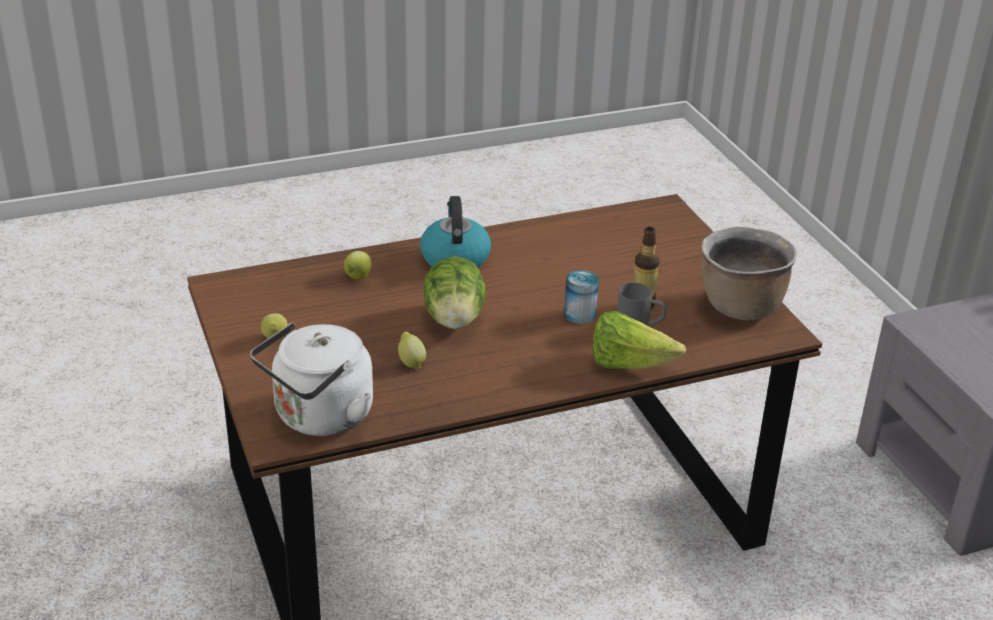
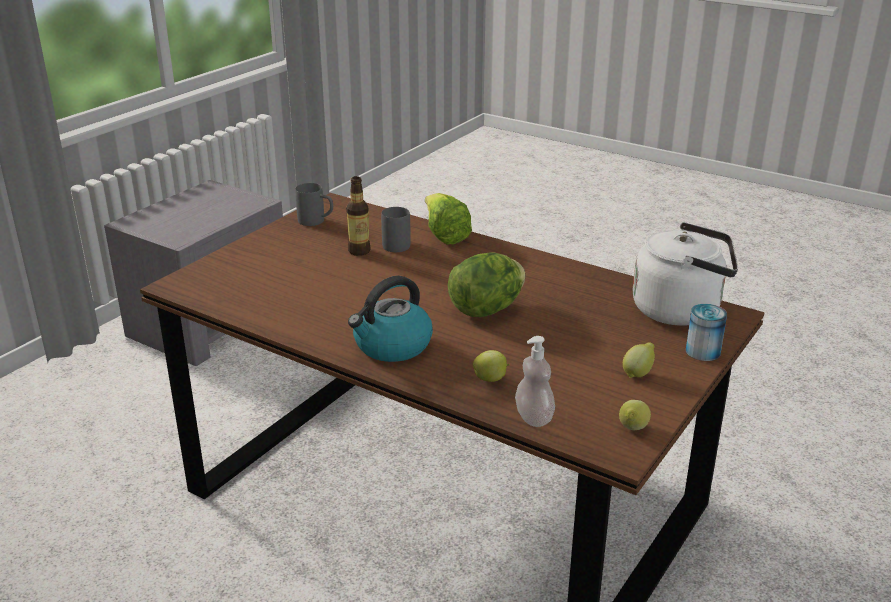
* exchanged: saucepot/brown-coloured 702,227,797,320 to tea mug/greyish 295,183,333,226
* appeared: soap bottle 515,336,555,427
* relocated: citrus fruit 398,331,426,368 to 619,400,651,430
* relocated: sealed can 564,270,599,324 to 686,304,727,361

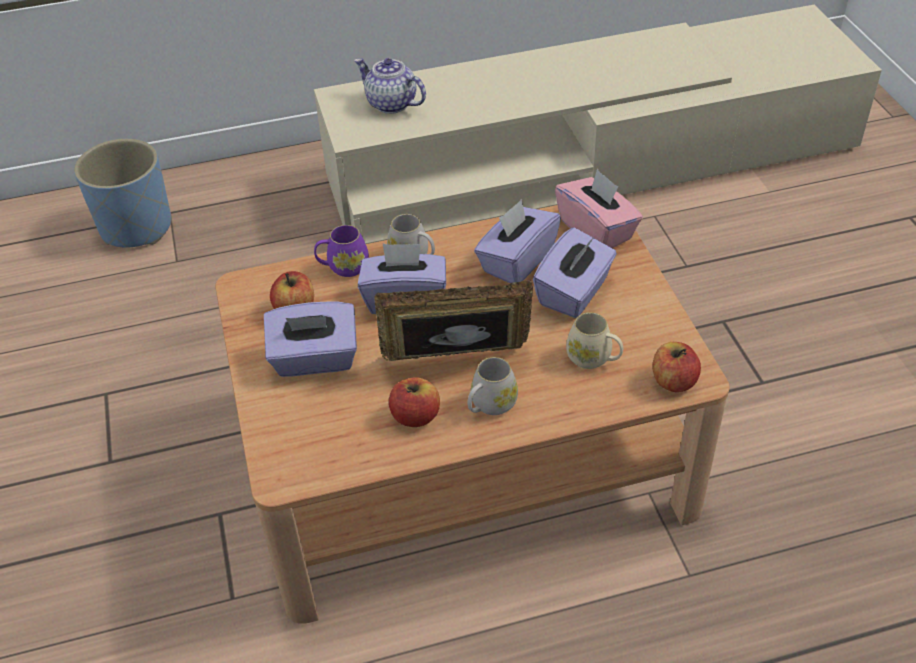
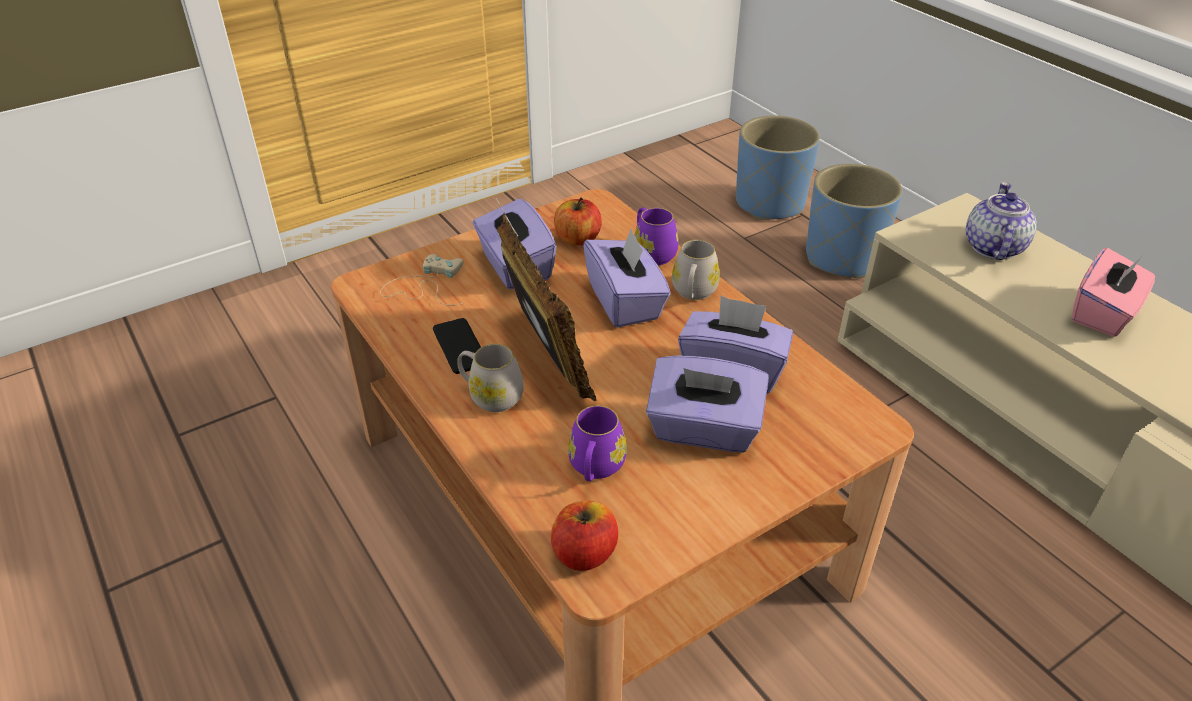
* appeared: gamepad/beige 380,254,464,306
* exchanged: apple fruit 389,377,440,427 to telephone 433,318,481,374
* colour: tea mug/beige 566,312,623,369 to tea mug/purple 568,406,627,481
* appeared: flower pot/bluish 806,164,902,278
* relocated: tissue holder/pink-coloured 555,169,643,248 to 1072,248,1155,337

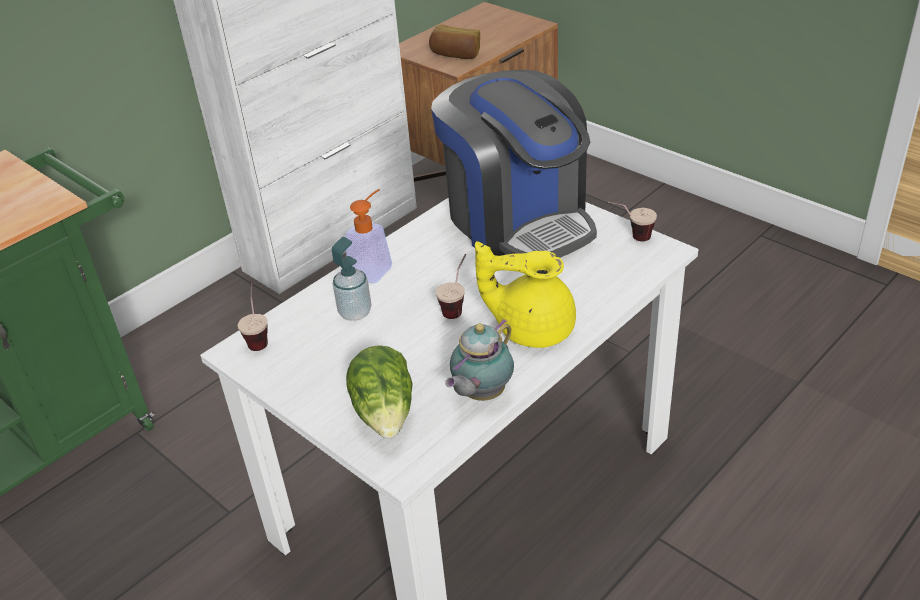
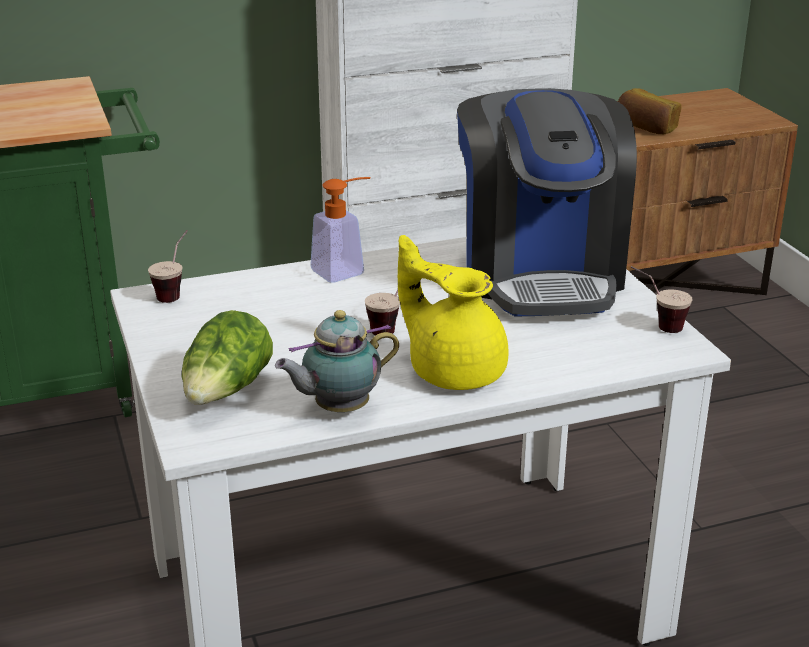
* missing: soap bottle 332,237,371,321

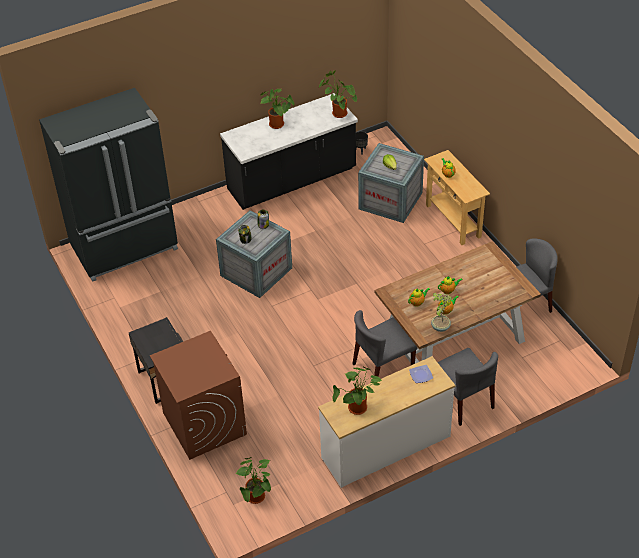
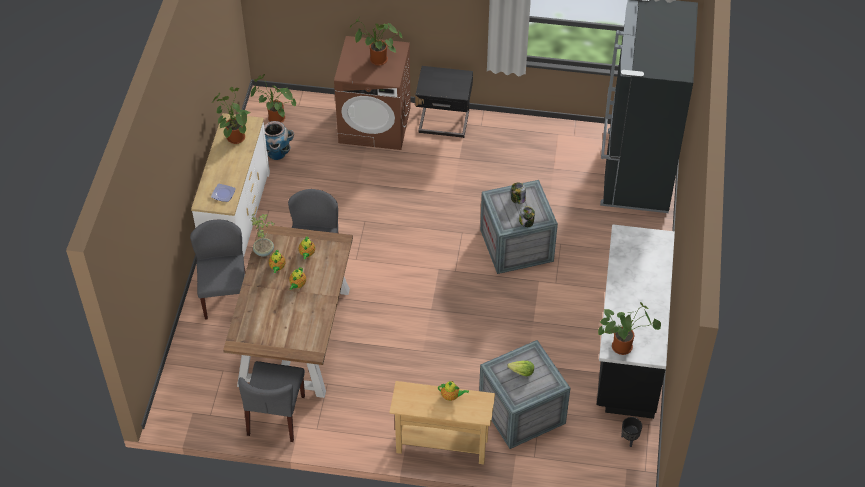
* spun: chair/greyish 437,348,498,426 = 190,220,246,320 75 degrees clockwise
* appeared: flower pot 264,121,294,160
* relocated: houseplant 260,89,295,129 to 350,16,402,66

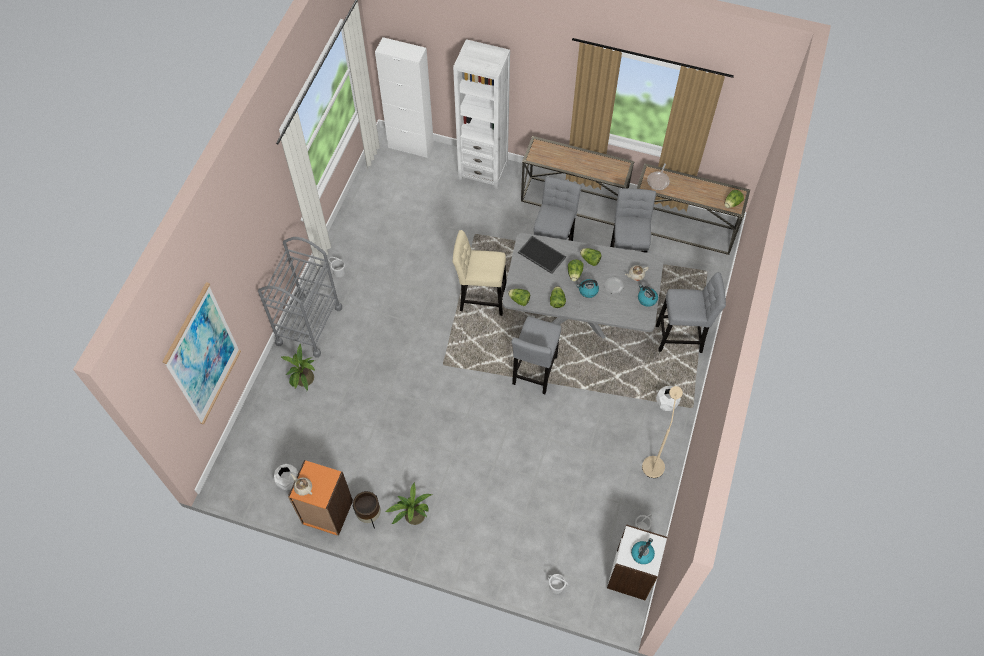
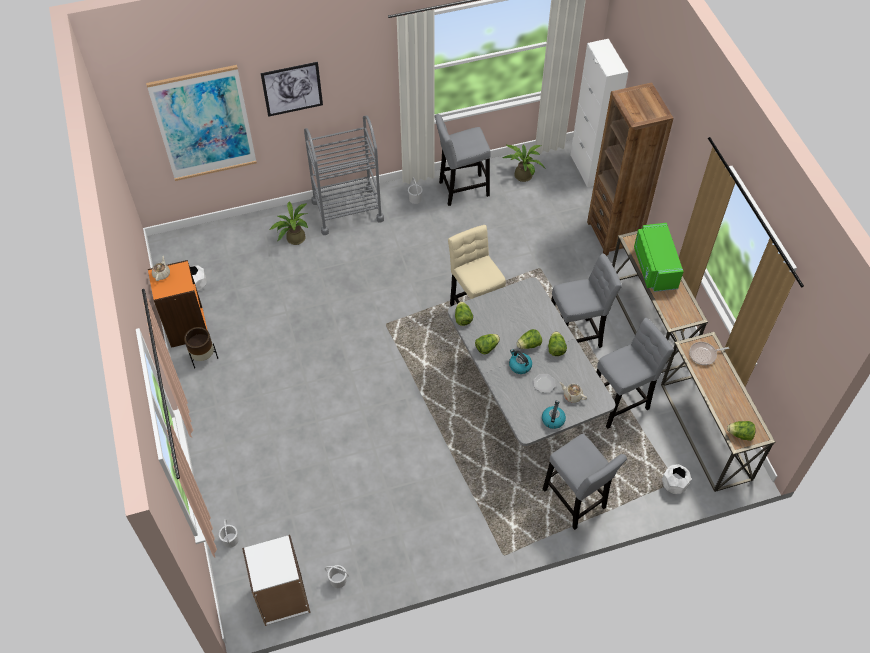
* appeared: wall art 261,62,323,117
* relocated: stool seat/greyish 511,316,561,394 to 435,114,491,206
* relocated: houseplant 386,483,432,525 to 502,144,545,182
* colour: bookcase/whitish 453,39,510,189 to bookcase/brown-coloured 587,82,674,256
* appeared: microwave/green 634,223,684,292
* relocated: flower pot/whitish 656,386,681,411 to 662,464,691,494
* missing: serving tray 518,236,566,274
* missing: kettle 631,538,655,564
* missing: standard lamp/beige 642,386,683,478

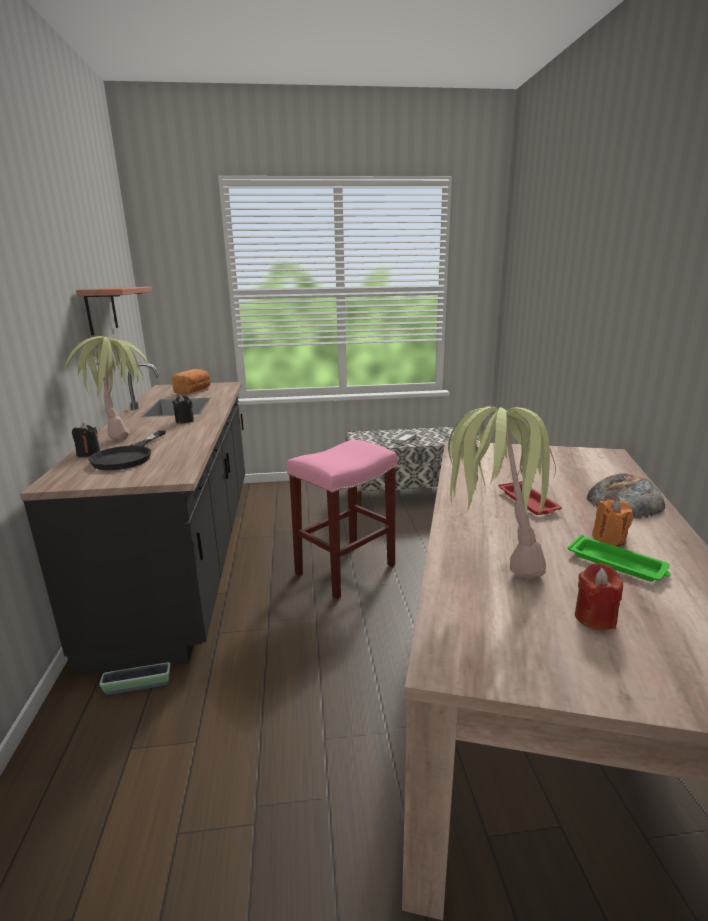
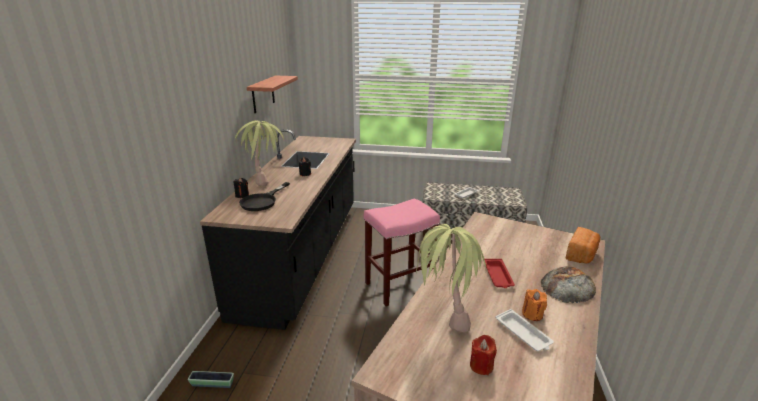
* relocated: flower pot 100,662,170,695 to 188,371,234,388
* colour: serving tray/green 568,535,671,582 to serving tray/whitish 496,309,554,351
* relocated: bread 172,369,210,394 to 566,227,600,264

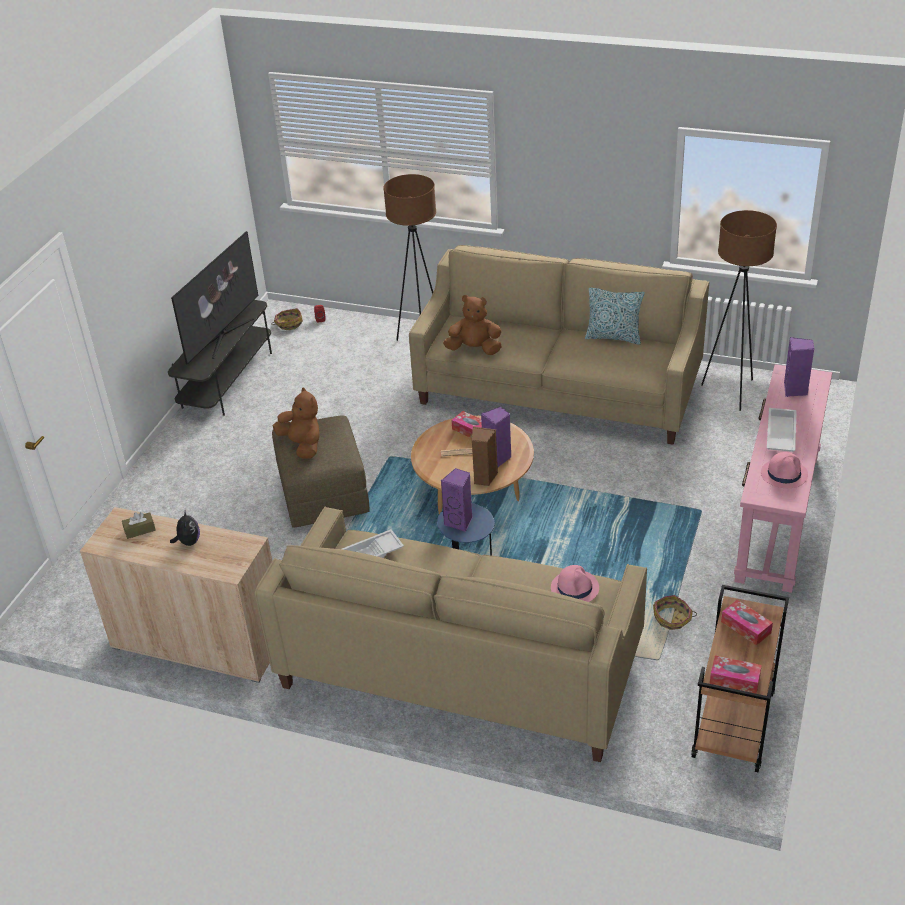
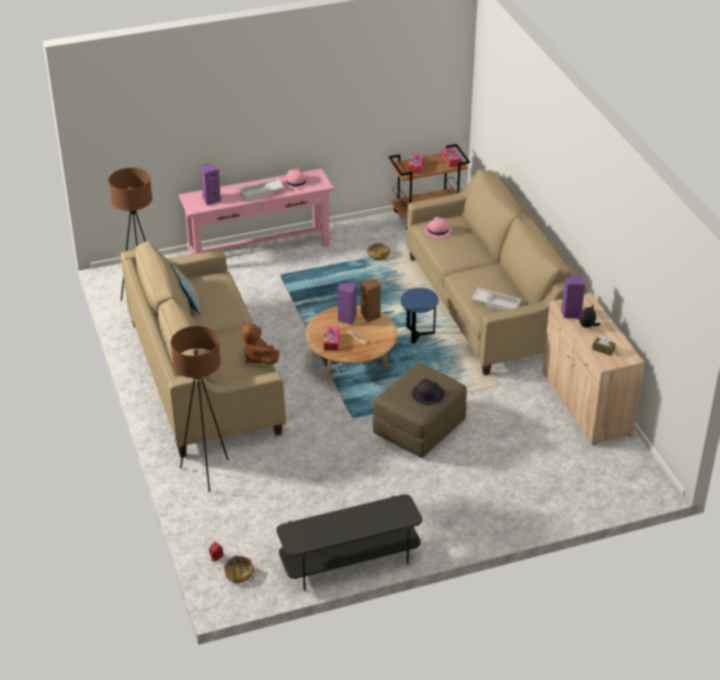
* exchanged: soft toy/brown-coloured 273,388,320,459 to clothing hat/black-coloured 412,379,444,405
* relocated: loudspeaker/purple 441,468,473,532 to 561,274,585,319
* missing: TV set 171,231,258,364

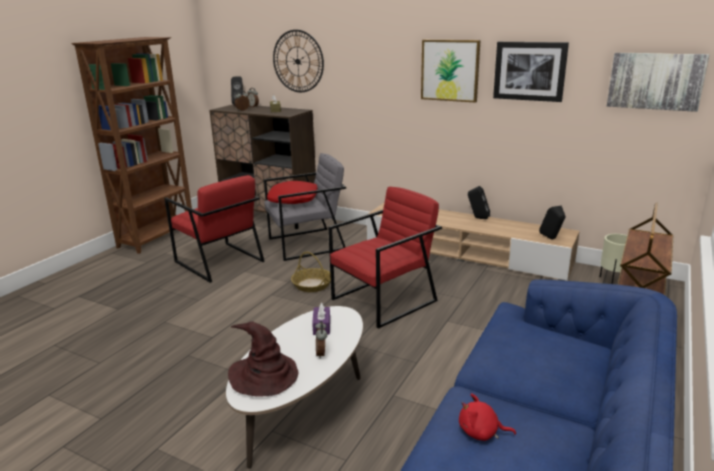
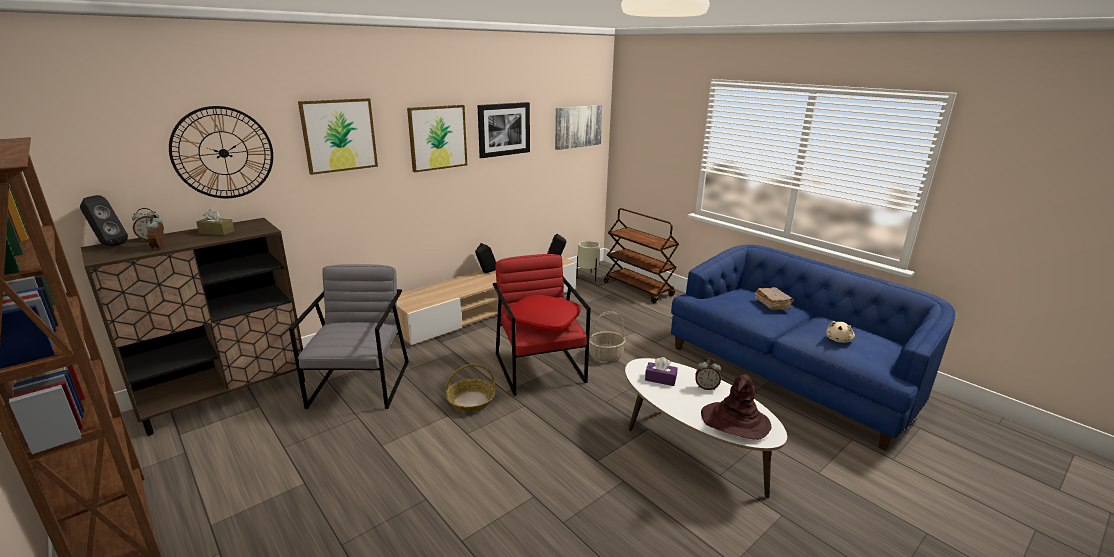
* appeared: wall art 298,98,378,175
* relocated: cushion/red 267,181,318,204 to 506,295,581,331
* appeared: basket 589,311,626,361
* appeared: bound book/brown-coloured 755,287,794,310
* colour: soft toy/red 459,393,516,441 to soft toy/beige 826,321,855,343
* missing: lounge chair/red 164,175,265,283

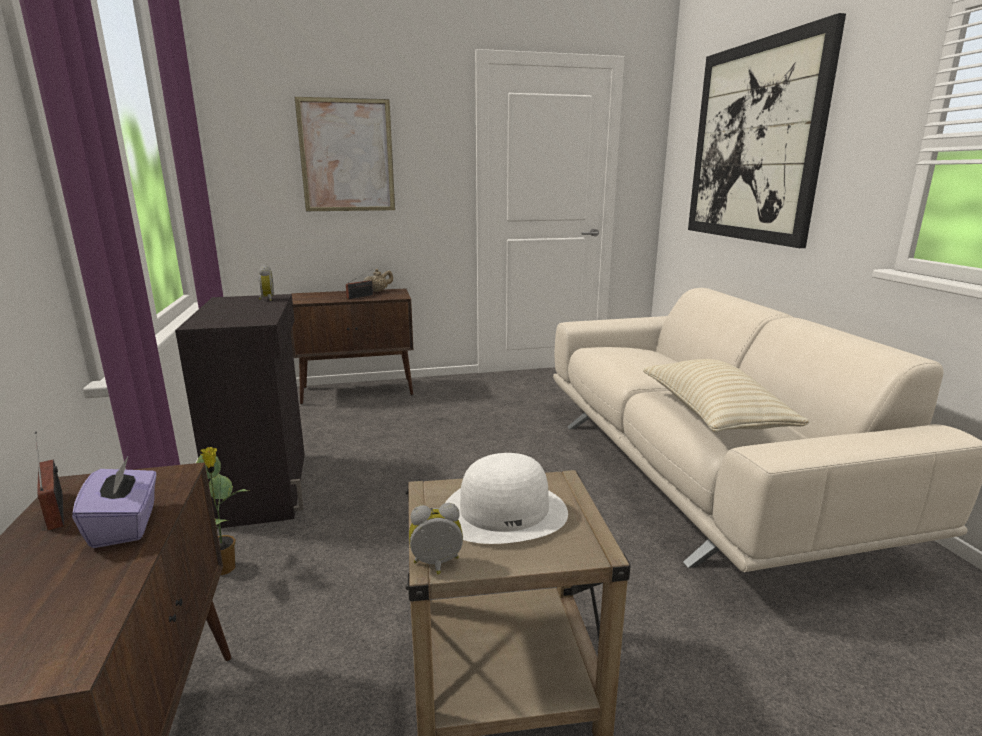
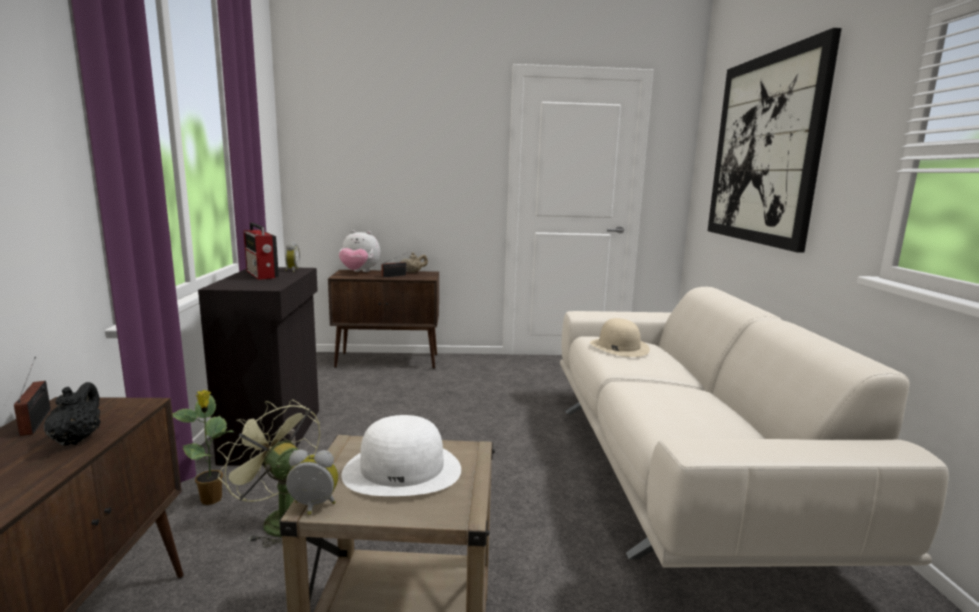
* exchanged: tissue holder/purple 72,457,157,548 to tea pot/black-coloured 44,382,101,446
* appeared: electric fan/green 217,400,320,548
* appeared: radio set 243,222,279,280
* appeared: soft toy 339,230,380,272
* appeared: clothing hat/beige 590,318,650,357
* missing: wall art 295,97,395,211
* missing: cushion/beige 643,359,809,432

